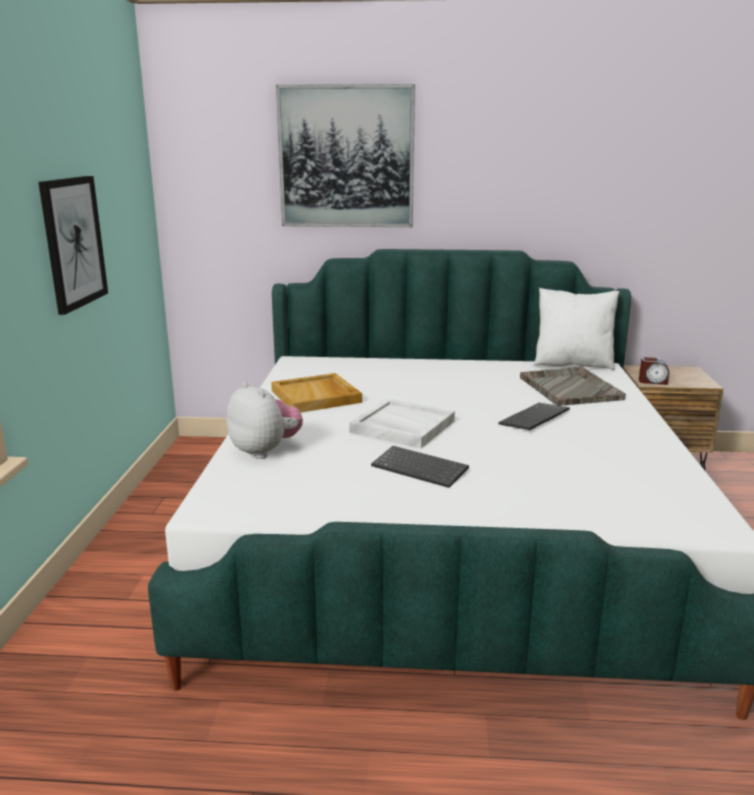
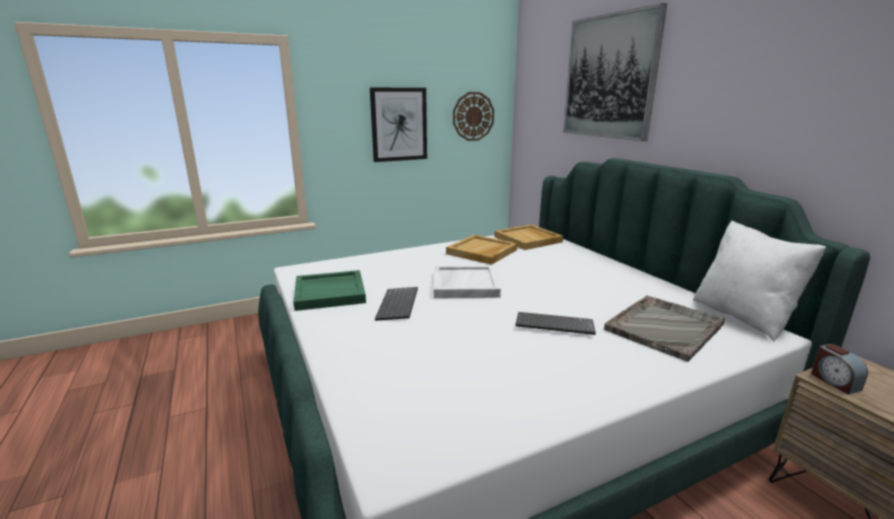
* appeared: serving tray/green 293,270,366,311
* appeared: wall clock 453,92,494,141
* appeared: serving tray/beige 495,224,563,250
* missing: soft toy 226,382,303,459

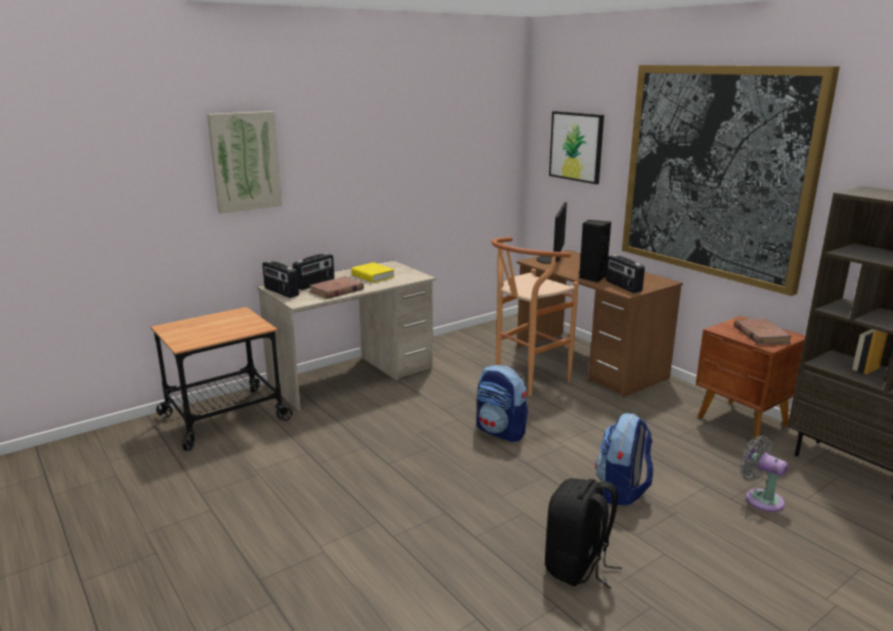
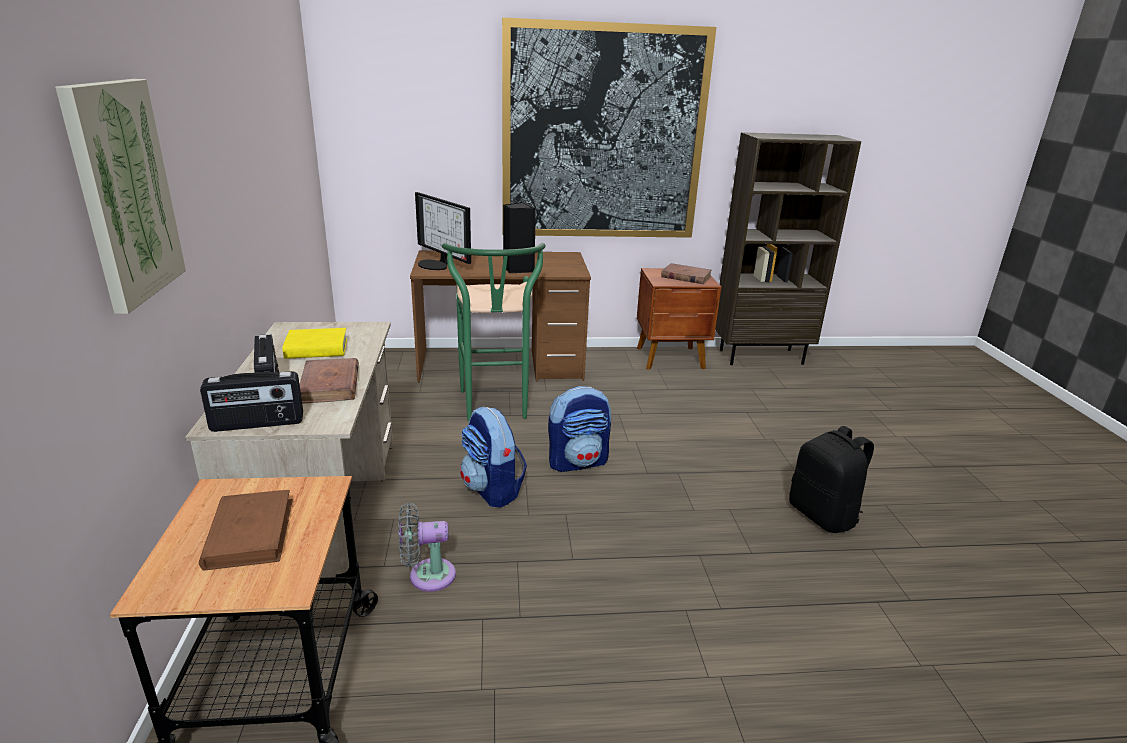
* appeared: bound book/brown-coloured 199,490,293,571
* relocated: electric fan/greyish 740,435,788,512 to 398,503,456,592
* colour: stool seat/brown-coloured 491,237,579,396 to stool seat/green 442,243,546,421
* relocated: backpack 595,413,653,506 to 460,407,527,508
* missing: wall art 549,111,604,184
* missing: radio set 606,255,645,293

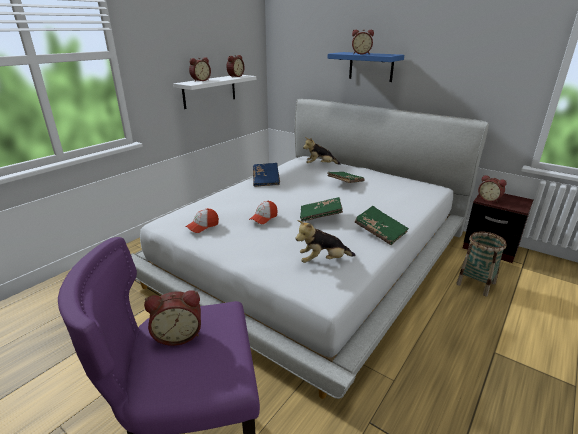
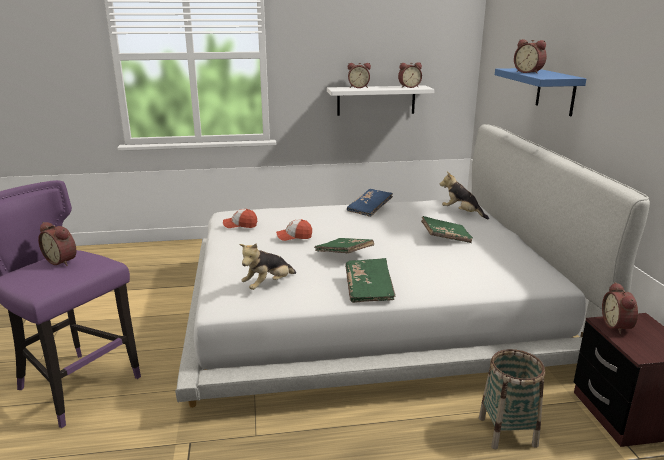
* spun: soft toy 296,220,355,263 = 239,243,296,290 75 degrees counterclockwise

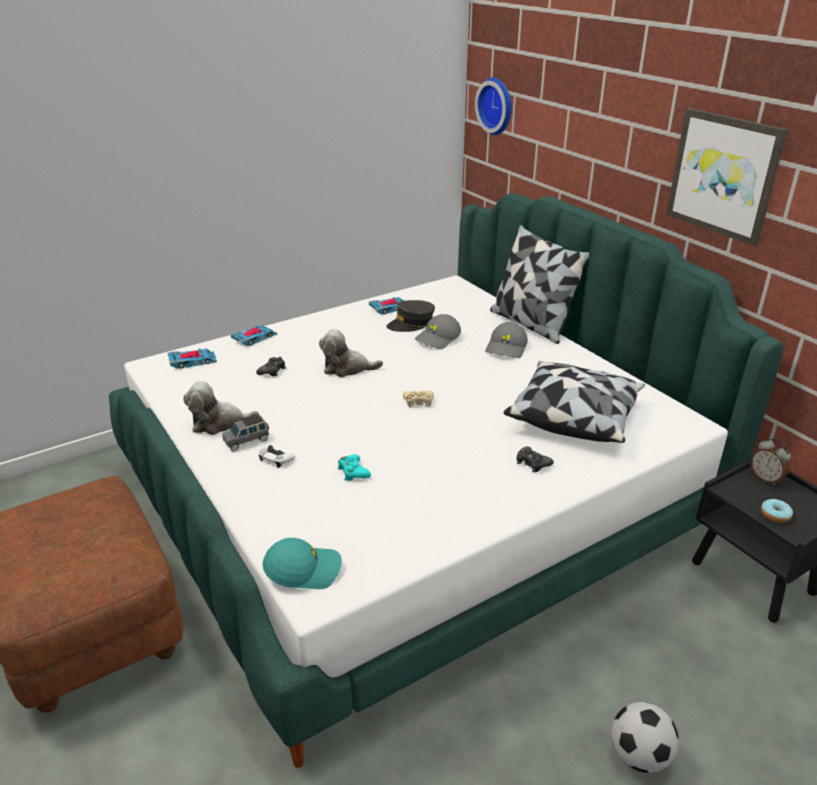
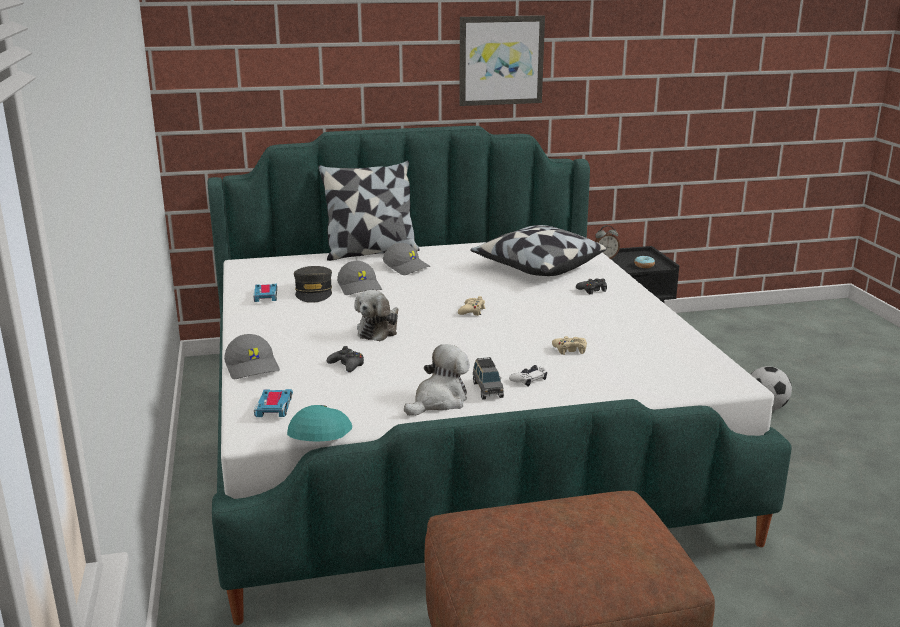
* exchanged: model car 230,325,277,346 to baseball cap/greyish 224,334,280,379
* relocated: baseball cap/turquoise-coloured 262,538,342,589 to 287,405,352,441
* spun: soft toy 183,381,259,435 = 404,344,470,416 150 degrees counterclockwise
* colour: gamepad/turquoise-coloured 338,454,371,481 to gamepad/beige 552,336,587,355
* missing: wall clock 475,77,512,135

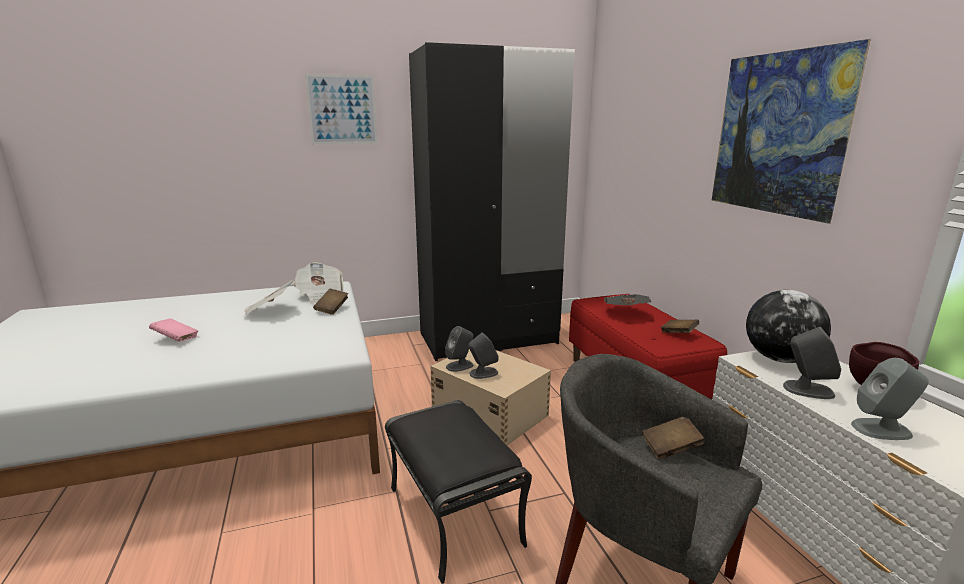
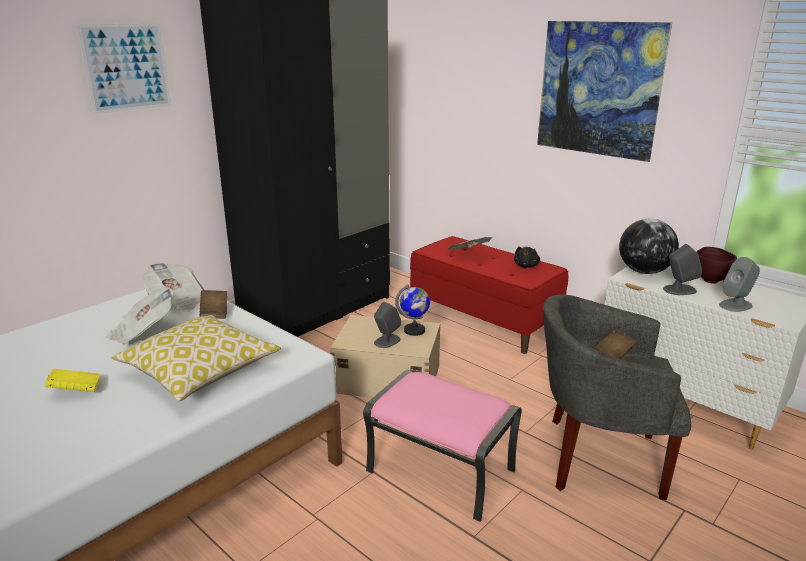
* colour: bound book/pink-coloured 149,318,198,342 to bound book/yellow-coloured 45,369,100,392
* appeared: cushion 111,315,281,401
* colour: ottoman/black-coloured 385,400,532,584 to ottoman/pink-coloured 363,370,522,522
* appeared: globe 395,285,430,336
* exchanged: bound book/brown-coloured 661,319,699,333 to soft toy/black-coloured 514,246,540,267
* missing: loudspeaker/greyish 445,326,474,372

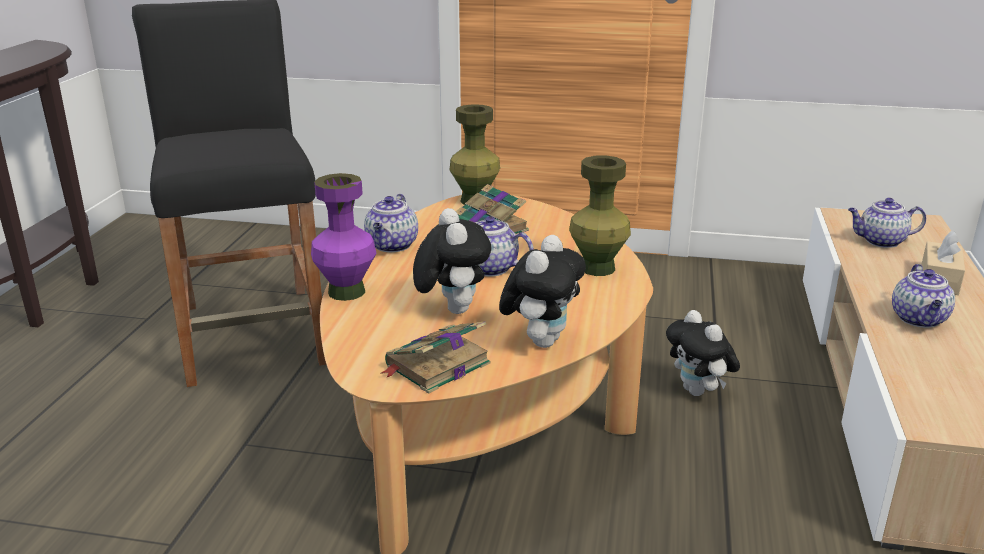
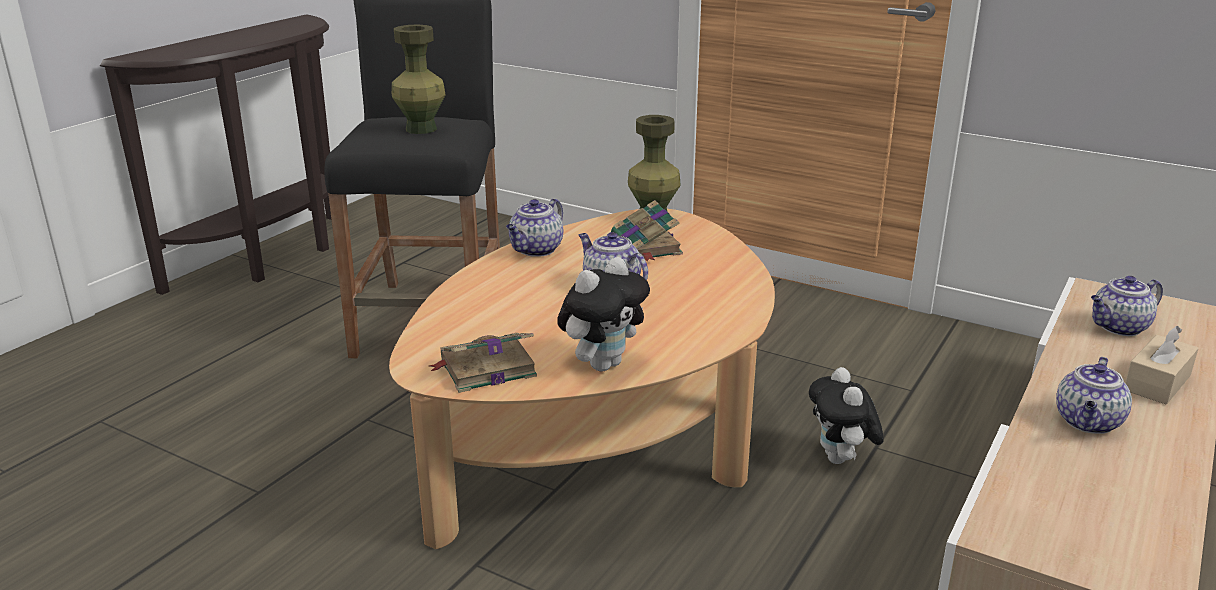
* relocated: decorative vase/green 569,155,631,276 to 392,24,446,134
* spun: tea pot 848,198,926,248 = 1091,276,1163,336 45 degrees counterclockwise
* missing: decorative vase/purple 311,173,377,301
* missing: soft toy 413,208,491,314

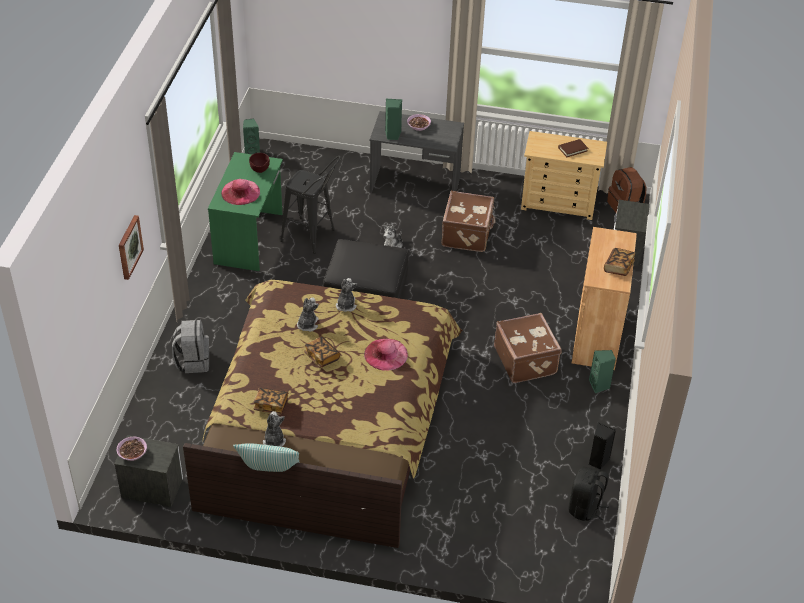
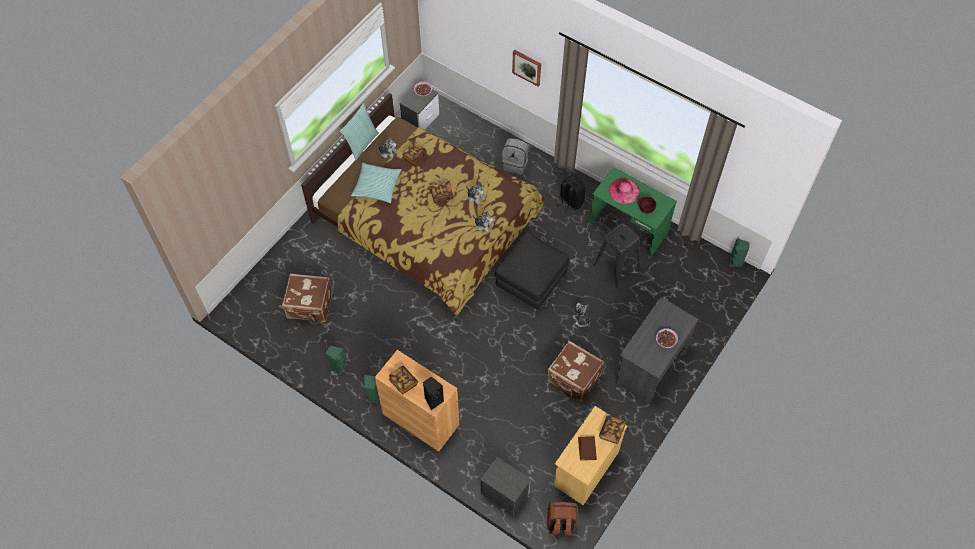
* relocated: piece of luggage/brown-coloured 494,313,562,383 to 282,274,332,322
* relocated: loudspeaker/green 385,99,403,140 to 326,345,347,375
* appeared: cushion 351,163,402,203
* relocated: loudspeaker/black-coloured 589,422,616,470 to 423,376,444,411
* relocated: backpack/black-coloured 568,467,609,521 to 557,176,586,213
* appeared: bound book 599,416,625,444
* missing: clothing hat/pink-coloured 364,339,408,370

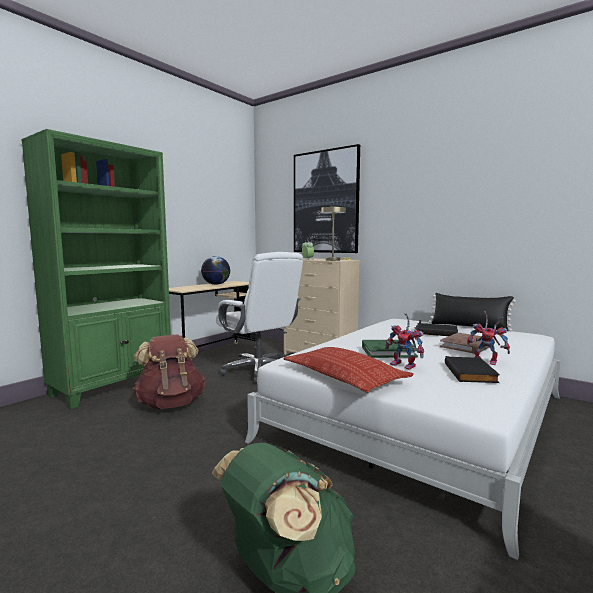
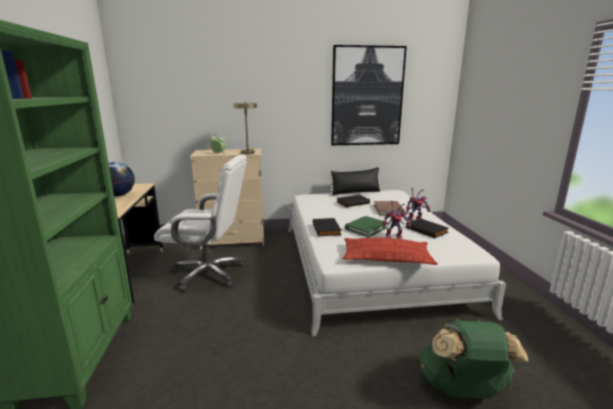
* appeared: bound book/black-coloured 313,218,341,237
* relocated: wall art 294,144,360,253 to 331,45,407,145
* missing: backpack/brown-coloured 133,335,206,409

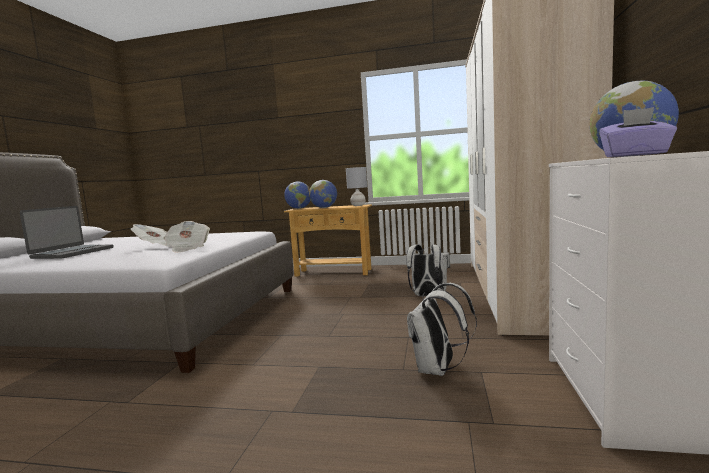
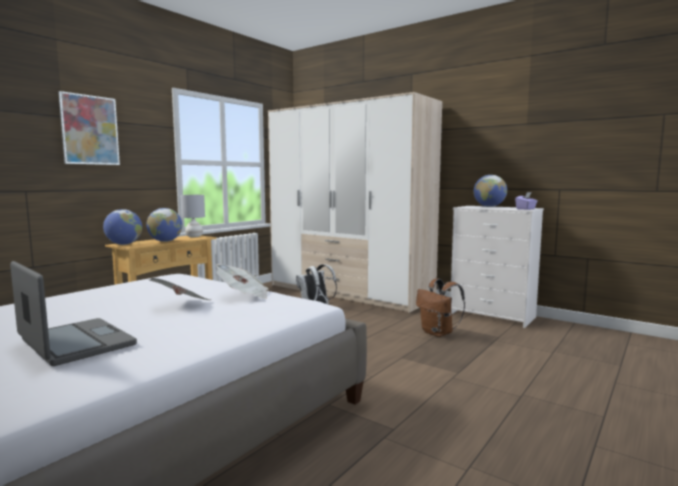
* appeared: wall art 59,91,120,165
* colour: backpack/whitish 407,283,477,376 to backpack/brown-coloured 416,278,465,337

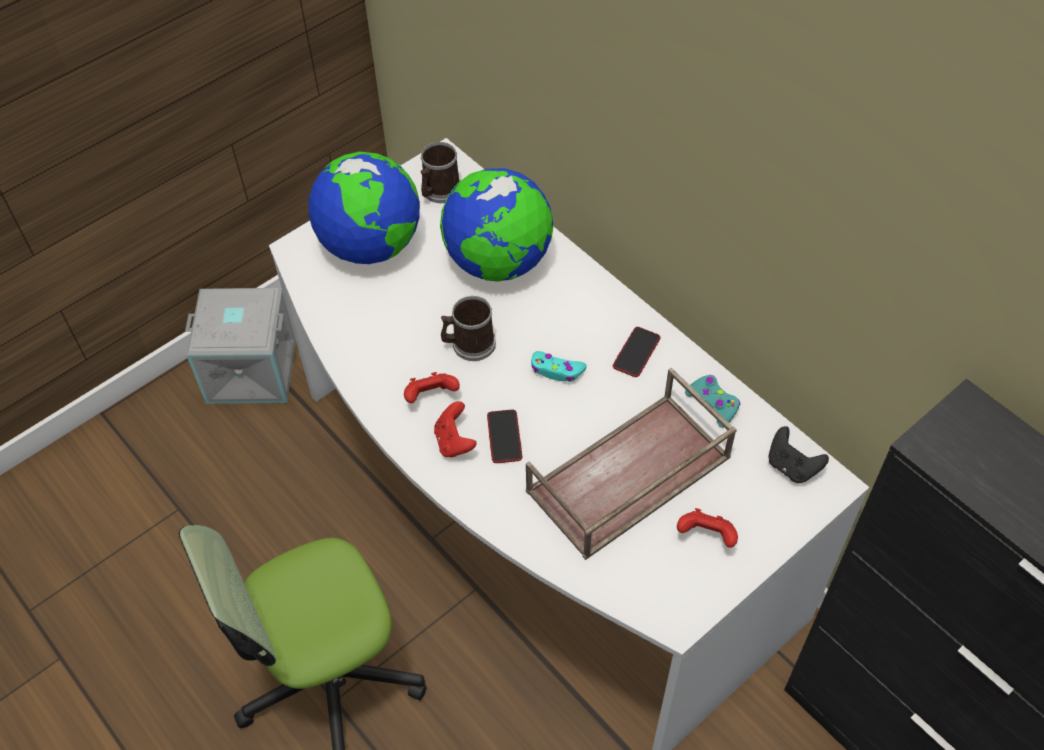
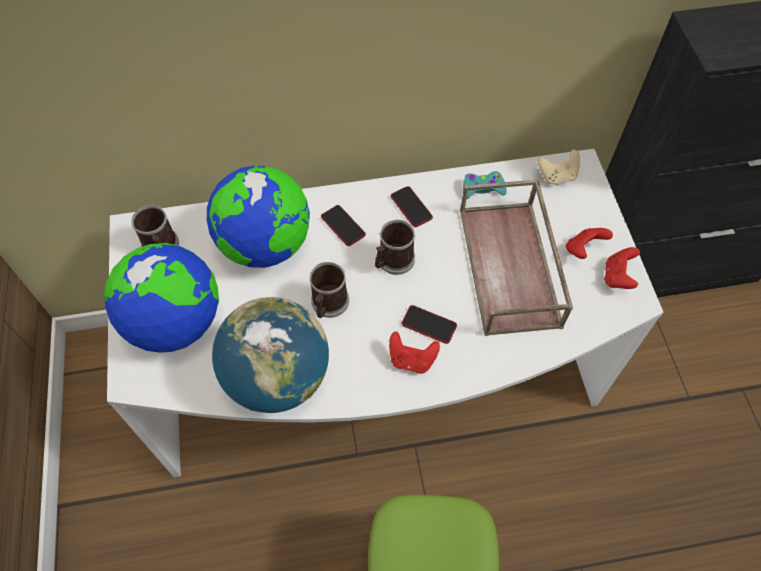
* appeared: globe 212,297,329,413
* appeared: telephone 321,205,366,246
* exchanged: gamepad/turquoise-coloured 531,351,587,382 to tea mug 375,220,415,275
* colour: gamepad/black-coloured 768,426,829,483 to gamepad/beige 537,149,580,185
* relocated: gamepad/red 404,372,460,403 to 604,247,640,289
* missing: storage bin/greyish 185,288,296,404

